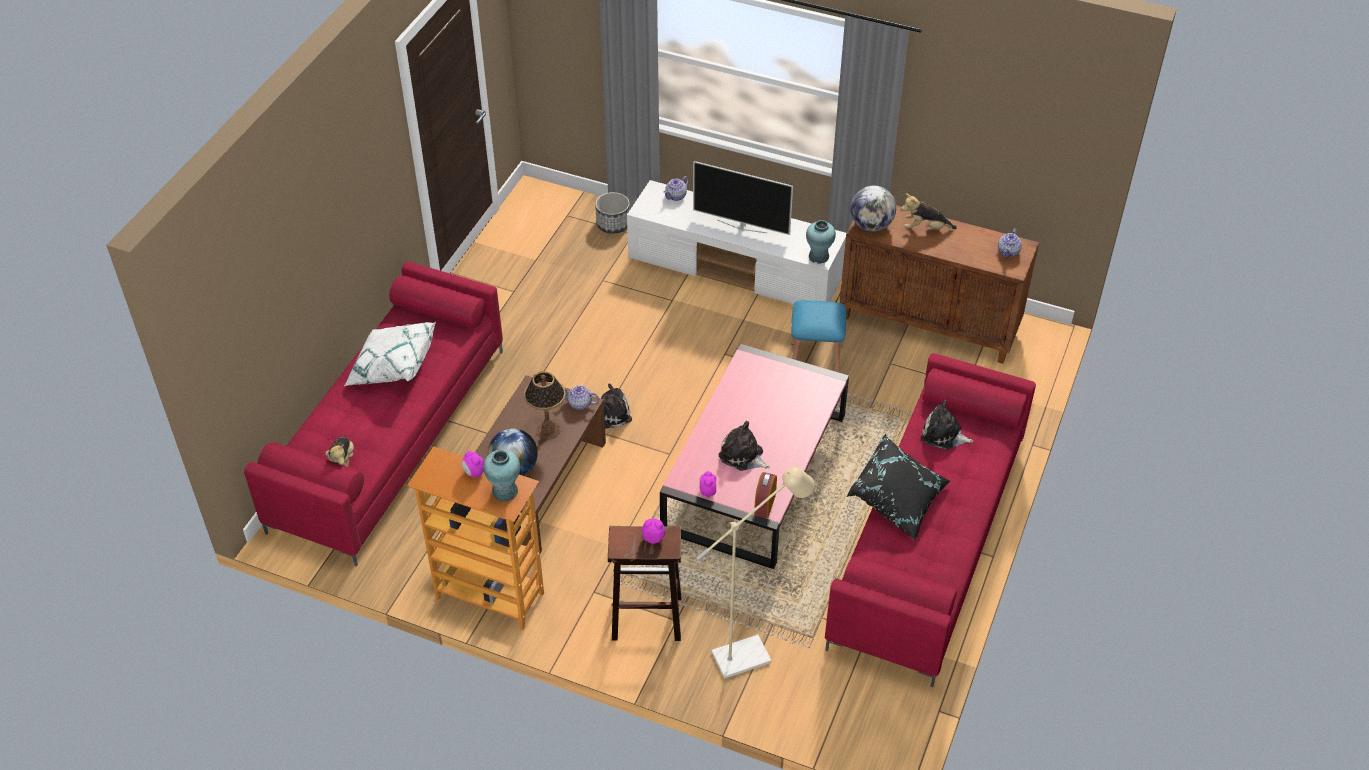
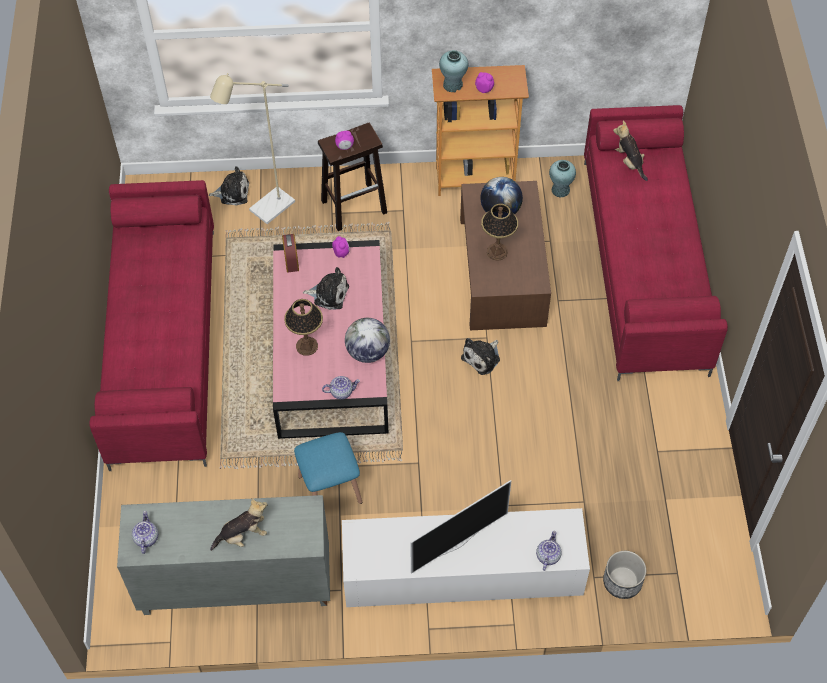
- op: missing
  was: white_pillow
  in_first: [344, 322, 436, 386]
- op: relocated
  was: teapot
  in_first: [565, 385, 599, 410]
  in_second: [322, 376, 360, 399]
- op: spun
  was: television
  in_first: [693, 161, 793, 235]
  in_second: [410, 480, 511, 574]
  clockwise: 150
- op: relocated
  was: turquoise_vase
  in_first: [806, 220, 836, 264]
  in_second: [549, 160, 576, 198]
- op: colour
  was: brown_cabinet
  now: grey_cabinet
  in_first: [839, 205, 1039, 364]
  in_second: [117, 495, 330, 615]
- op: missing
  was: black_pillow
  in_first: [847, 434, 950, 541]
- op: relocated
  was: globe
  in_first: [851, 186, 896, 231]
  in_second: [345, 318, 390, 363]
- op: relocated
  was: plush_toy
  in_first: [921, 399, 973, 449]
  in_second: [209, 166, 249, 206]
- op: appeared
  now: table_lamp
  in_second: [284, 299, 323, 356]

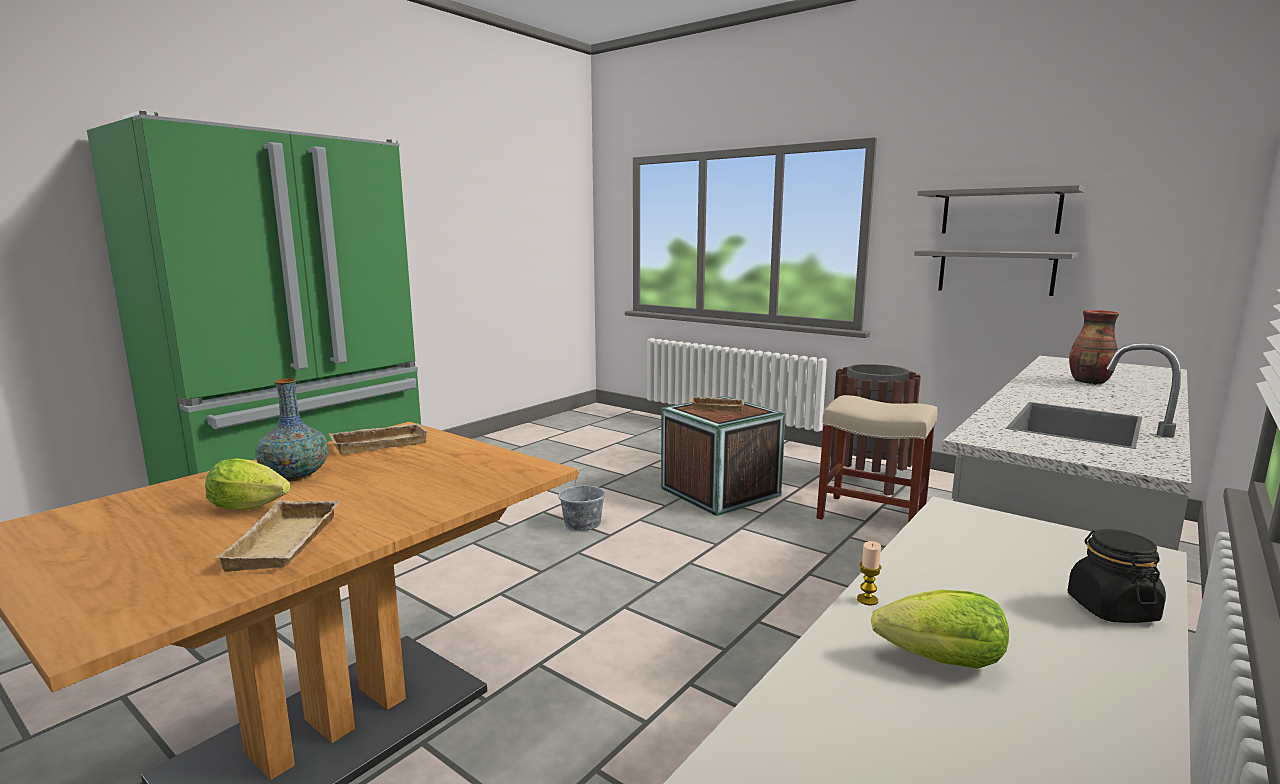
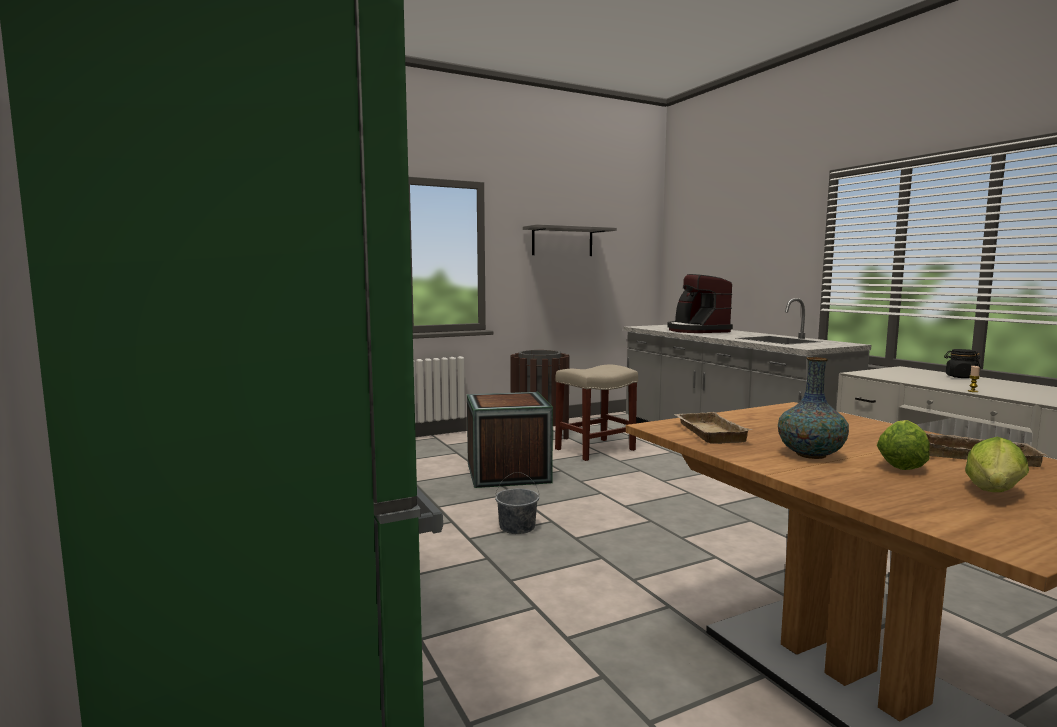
- op: missing
  was: beige_tray
  in_first: [690, 396, 744, 411]
- op: relocated
  was: lettuce
  in_first: [871, 589, 1009, 668]
  in_second: [965, 437, 1029, 492]
- op: missing
  was: grey_shelf
  in_first: [914, 250, 1078, 296]
- op: exchanged
  was: vase
  now: coffee_machine
  in_first: [1069, 310, 1119, 385]
  in_second: [667, 274, 733, 333]

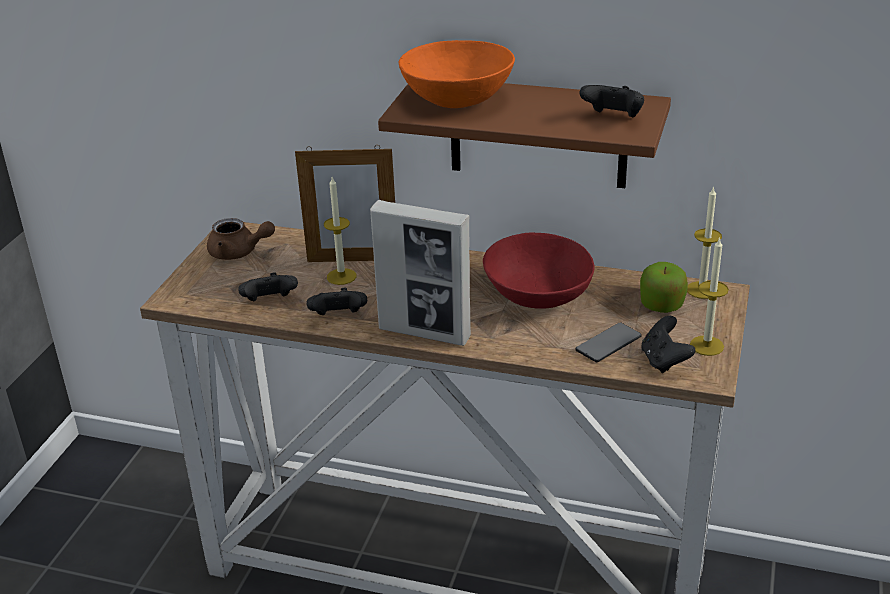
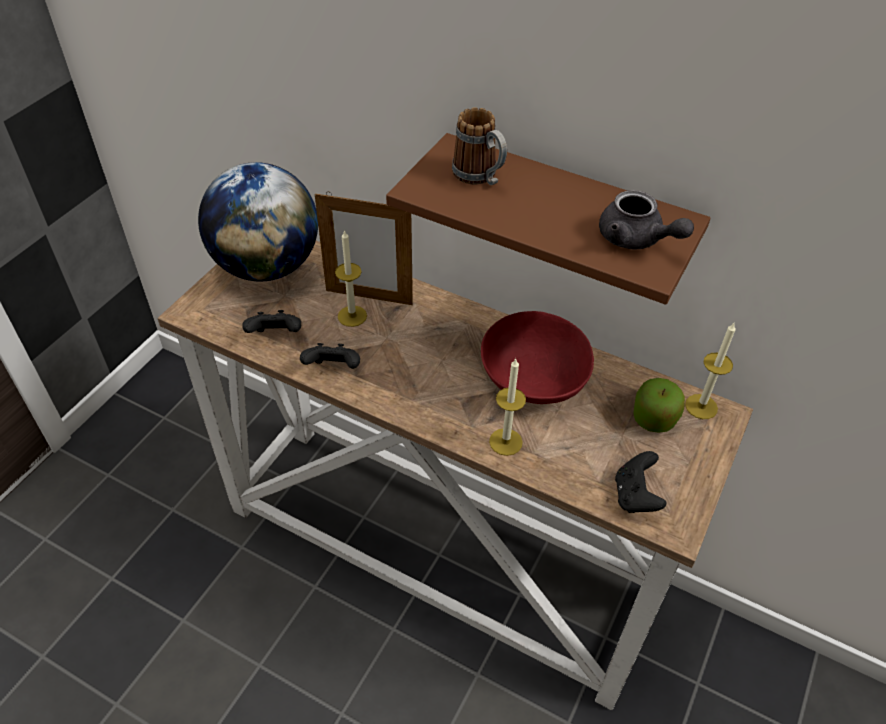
- op: exchanged
  was: brown_teapot
  now: globe
  in_first: [207, 218, 275, 260]
  in_second: [198, 162, 318, 281]
- op: missing
  was: picture_frame
  in_first: [370, 200, 471, 346]
- op: exchanged
  was: orange_bowl
  now: mug
  in_first: [399, 40, 515, 108]
  in_second: [452, 107, 507, 185]
- op: missing
  was: phone
  in_first: [575, 323, 642, 362]
- op: exchanged
  was: black_game_controller
  now: grey_teapot
  in_first: [580, 85, 644, 117]
  in_second: [599, 190, 694, 250]
- op: relocated
  was: candle
  in_first: [690, 237, 729, 356]
  in_second: [489, 359, 526, 456]

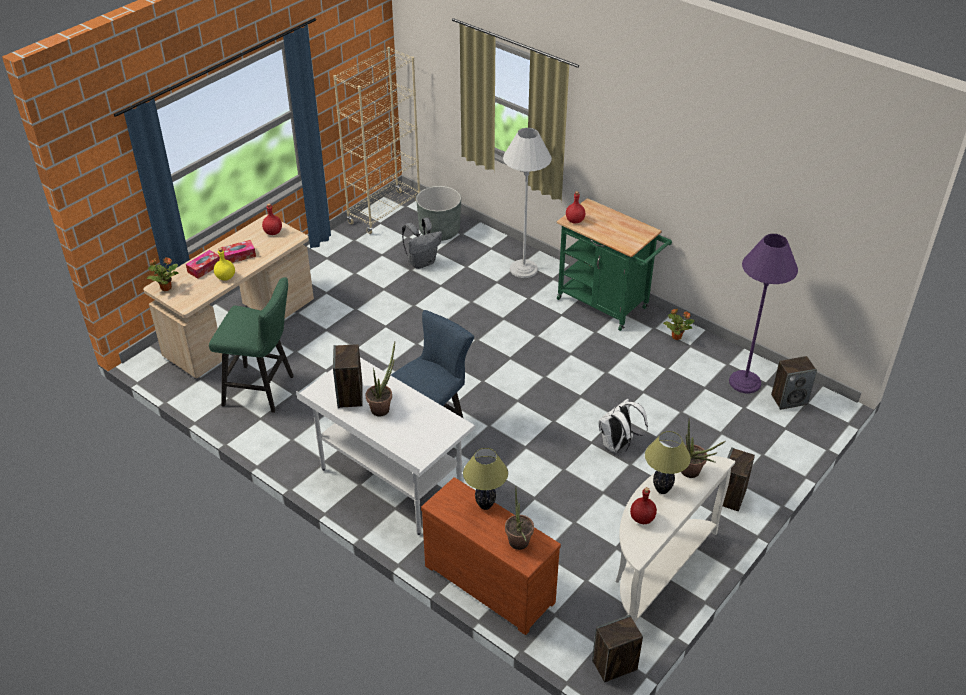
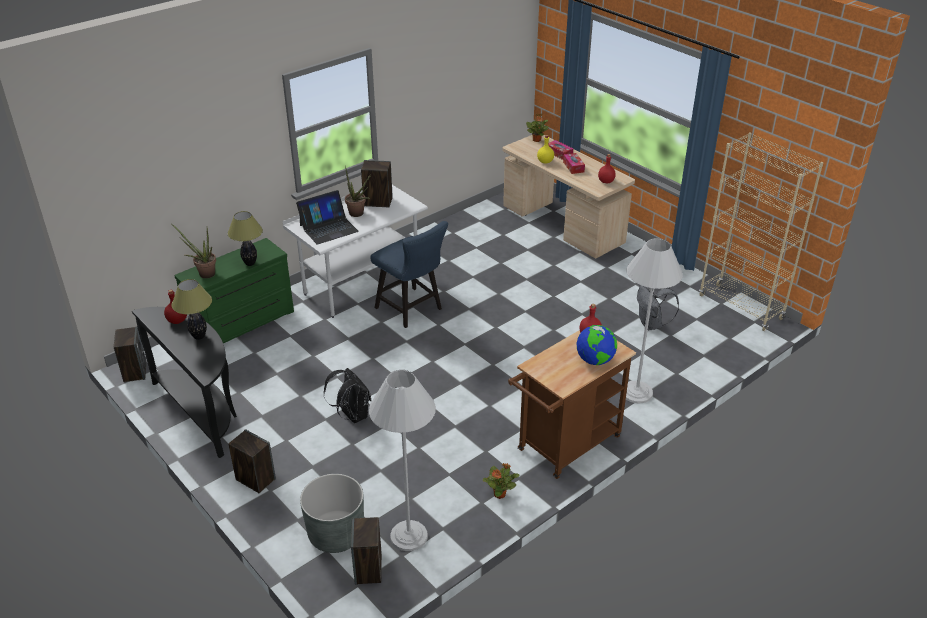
- op: missing
  was: green_stool
  in_first: [209, 277, 294, 413]
- op: relocated
  was: grey_planter
  in_first: [416, 186, 461, 241]
  in_second: [300, 474, 364, 553]
- op: colour
  was: brown_dresser
  now: green_dresser
  in_first: [421, 477, 561, 635]
  in_second: [174, 238, 294, 343]
- op: colour
  was: green_cart
  now: brown_cart
  in_first: [557, 198, 672, 331]
  in_second: [508, 330, 636, 479]
- op: colour
  was: white_backpack
  now: black_backpack
  in_first: [599, 398, 648, 453]
  in_second: [323, 368, 372, 423]
- op: colour
  was: white_console_table
  now: black_console_table
  in_first: [615, 456, 735, 624]
  in_second: [132, 307, 237, 458]
- op: missing
  was: potted_plant
  in_first: [681, 420, 726, 478]
- op: colour
  was: purple_floor_lamp
  now: white_floor_lamp
  in_first: [729, 234, 798, 393]
  in_second: [369, 370, 436, 551]
- op: appeared
  now: laptop
  in_second: [296, 190, 359, 245]
- op: appeared
  now: globe
  in_second: [577, 325, 617, 365]

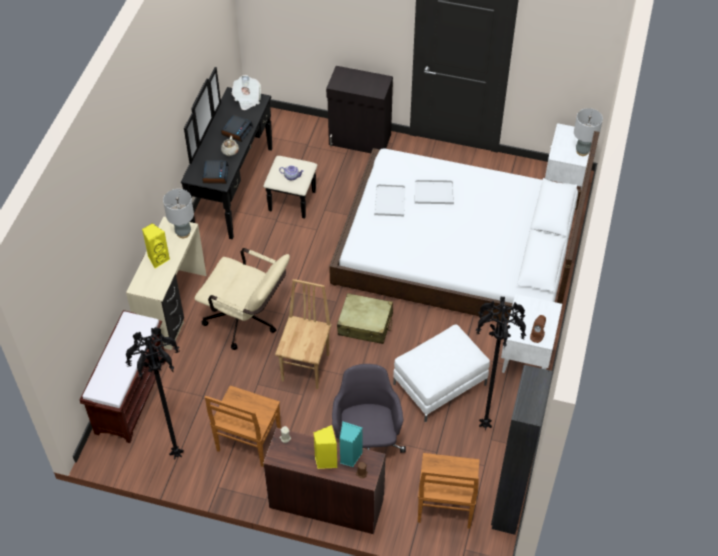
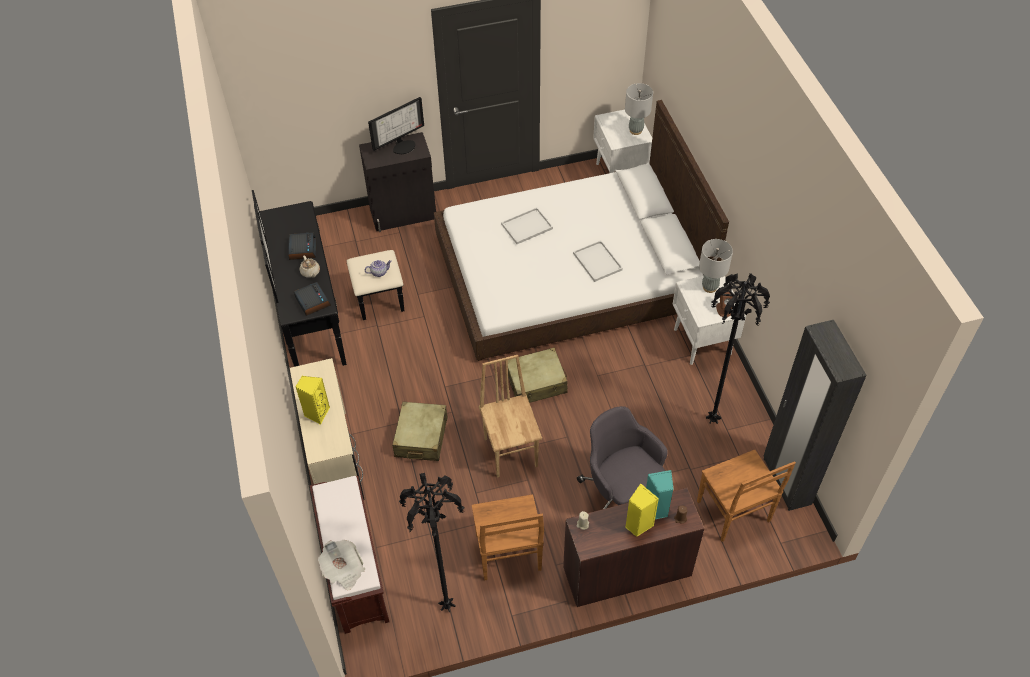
- op: relocated
  was: grey_table_lamp
  in_first: [163, 189, 194, 238]
  in_second: [699, 239, 733, 293]
- op: exchanged
  was: beige_office_chair
  now: beige_suitcase
  in_first: [194, 248, 290, 350]
  in_second: [392, 402, 448, 461]
- op: relocated
  was: newspaper
  in_first: [232, 75, 261, 110]
  in_second: [318, 540, 365, 590]
- op: relocated
  was: white_tray
  in_first: [374, 184, 406, 216]
  in_second: [573, 240, 623, 282]
- op: missing
  was: white_ottoman
  in_first: [393, 324, 490, 422]
- op: appeared
  now: monitor
  in_second: [368, 97, 424, 154]

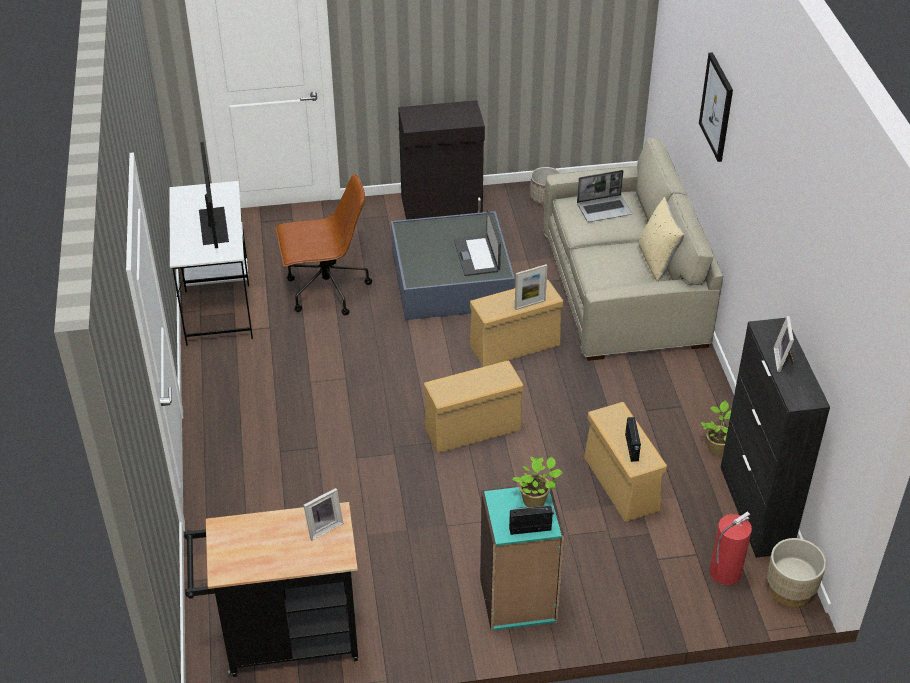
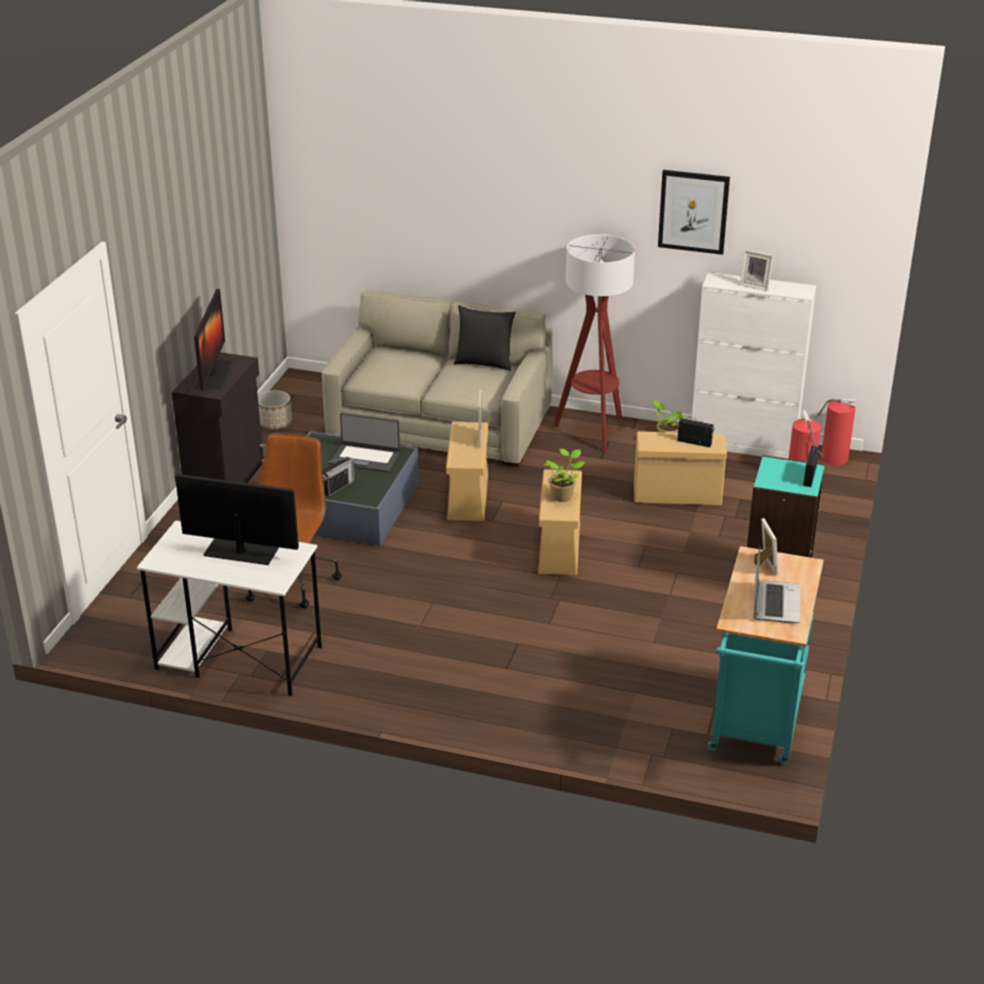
- op: colour
  was: black_cart
  now: turquoise_cart
  in_first: [184, 502, 358, 677]
  in_second: [707, 546, 824, 764]
- op: relocated
  was: potted_plant
  in_first: [512, 457, 563, 508]
  in_second: [543, 449, 585, 502]
- op: relocated
  was: laptop
  in_first: [577, 170, 632, 222]
  in_second: [754, 547, 801, 623]
- op: colour
  was: beige_pillow
  now: black_pillow
  in_first: [639, 197, 684, 282]
  in_second: [454, 306, 516, 371]
- op: relocated
  was: picture
  in_first: [699, 52, 733, 162]
  in_second: [658, 170, 730, 255]
- op: colour
  was: black_cabinet
  now: white_cabinet
  in_first: [721, 318, 830, 558]
  in_second: [692, 272, 816, 459]
- op: exchanged
  was: beige_planter
  now: fire_extinguisher
  in_first: [767, 538, 826, 607]
  in_second: [814, 399, 856, 465]
- op: appeared
  now: monitor
  in_second: [194, 289, 233, 390]
- op: appeared
  now: radio
  in_second: [322, 457, 356, 497]
- op: appeared
  now: floor_lamp
  in_second: [553, 234, 635, 453]

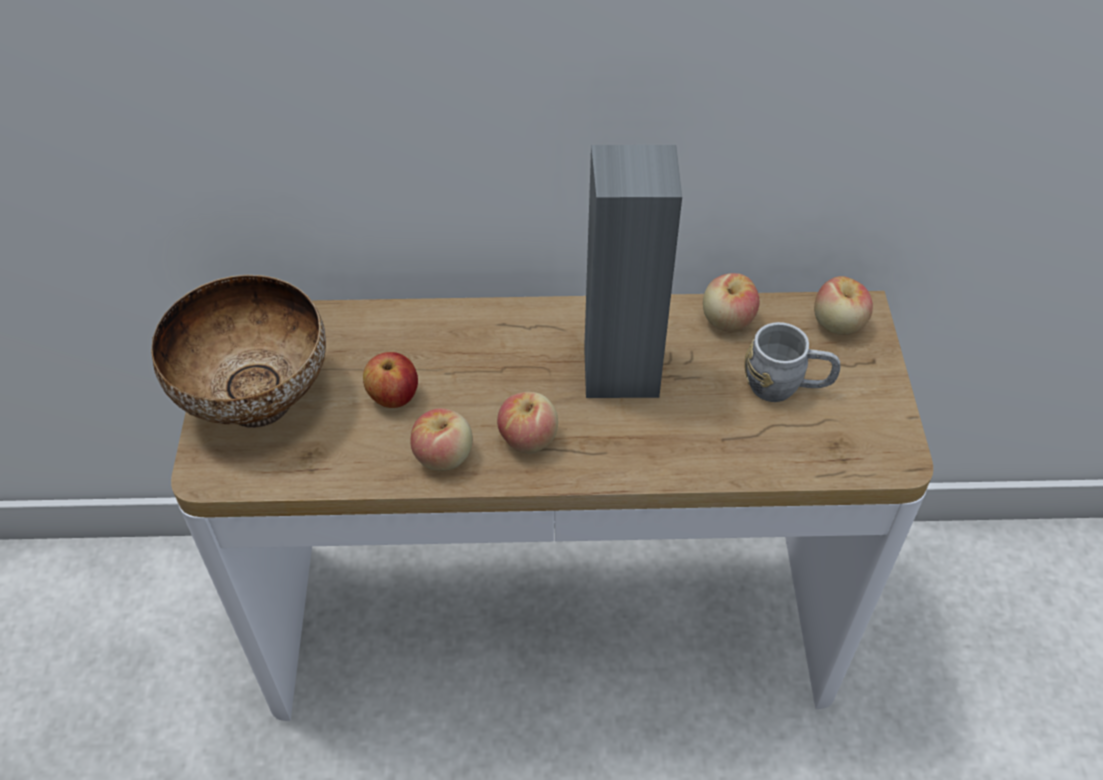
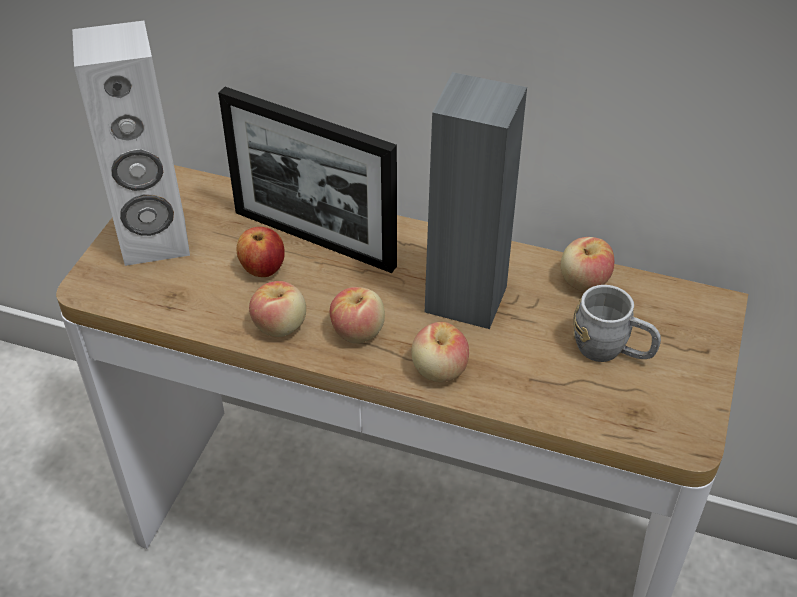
- op: exchanged
  was: bowl
  now: white_speaker
  in_first: [151, 275, 326, 428]
  in_second: [72, 21, 190, 266]
- op: relocated
  was: apple
  in_first: [814, 276, 873, 335]
  in_second: [411, 322, 469, 382]
- op: appeared
  now: picture_frame
  in_second: [218, 87, 397, 273]

